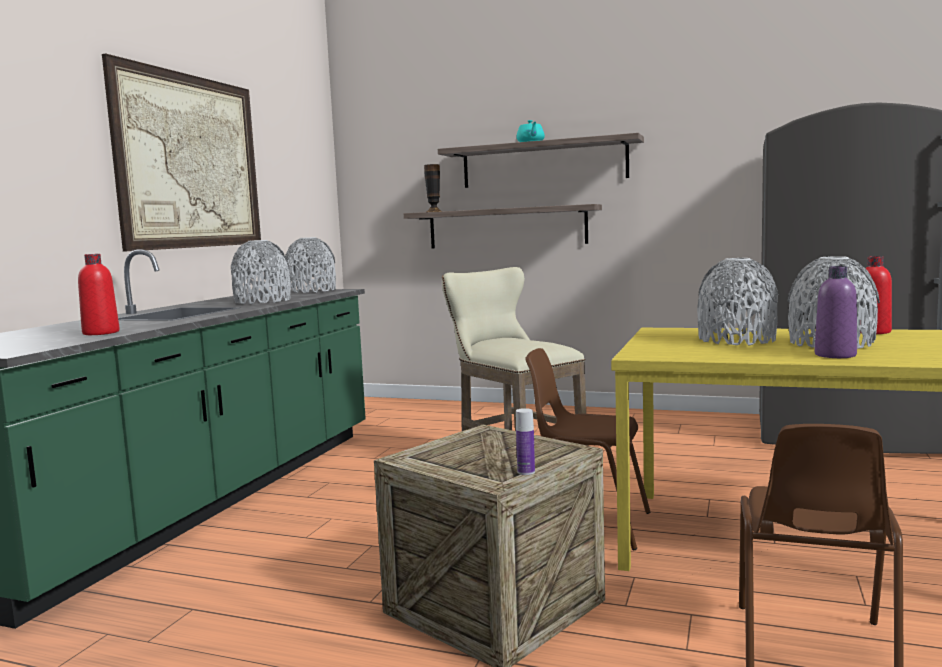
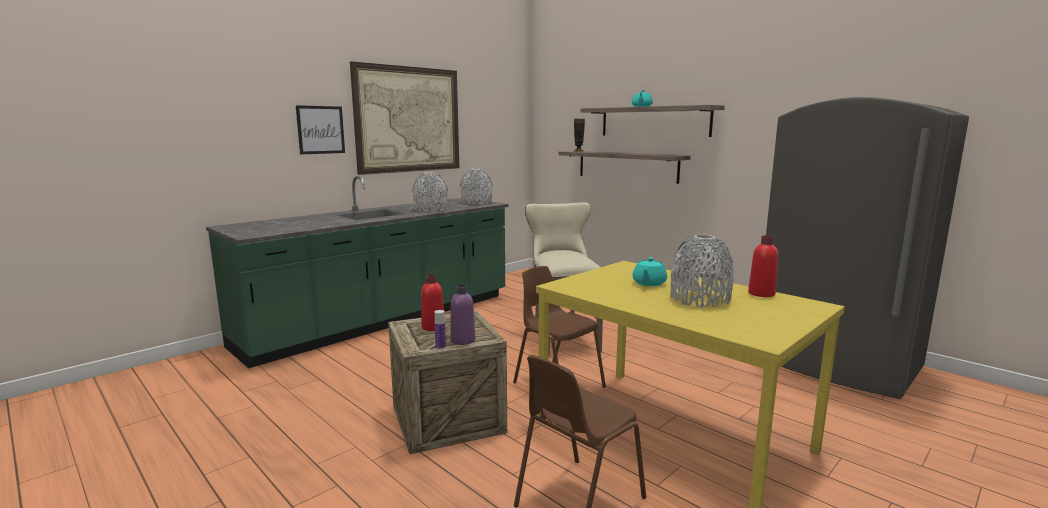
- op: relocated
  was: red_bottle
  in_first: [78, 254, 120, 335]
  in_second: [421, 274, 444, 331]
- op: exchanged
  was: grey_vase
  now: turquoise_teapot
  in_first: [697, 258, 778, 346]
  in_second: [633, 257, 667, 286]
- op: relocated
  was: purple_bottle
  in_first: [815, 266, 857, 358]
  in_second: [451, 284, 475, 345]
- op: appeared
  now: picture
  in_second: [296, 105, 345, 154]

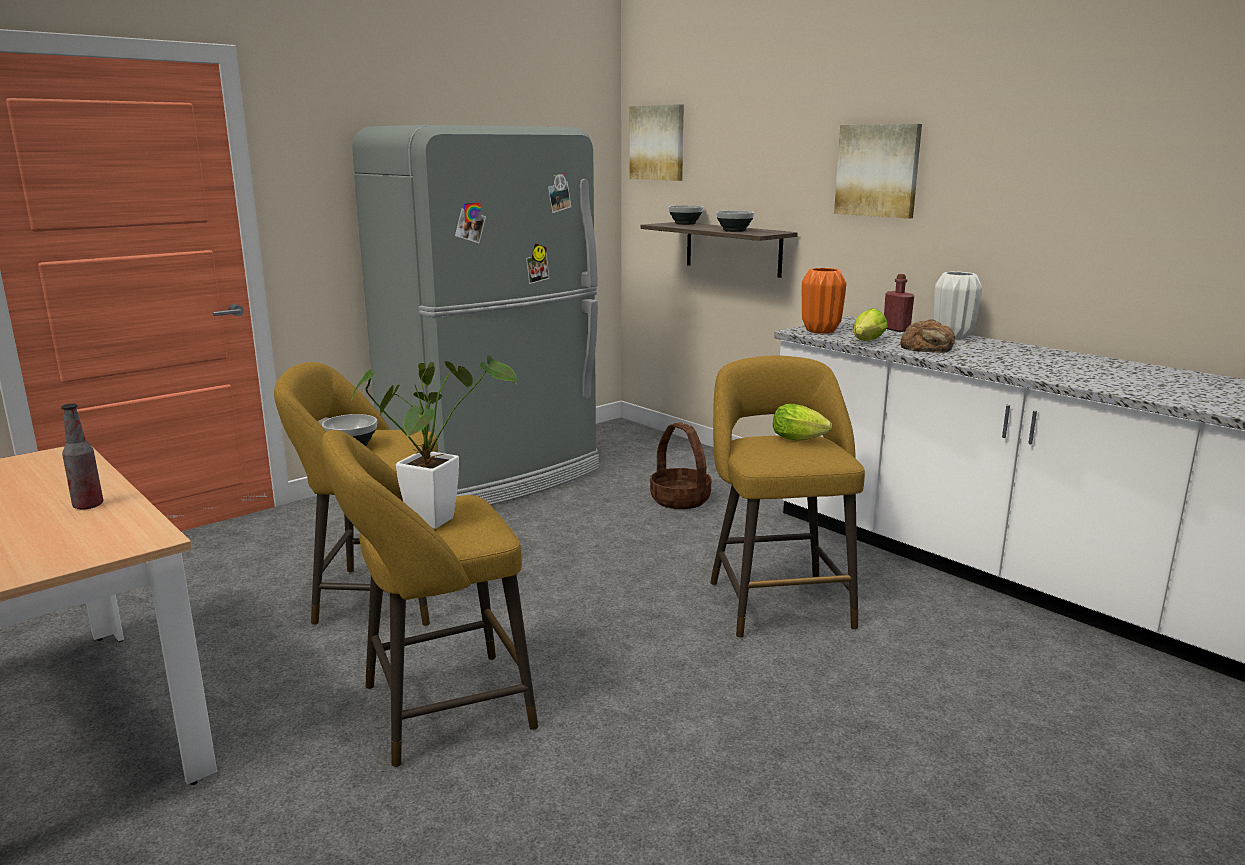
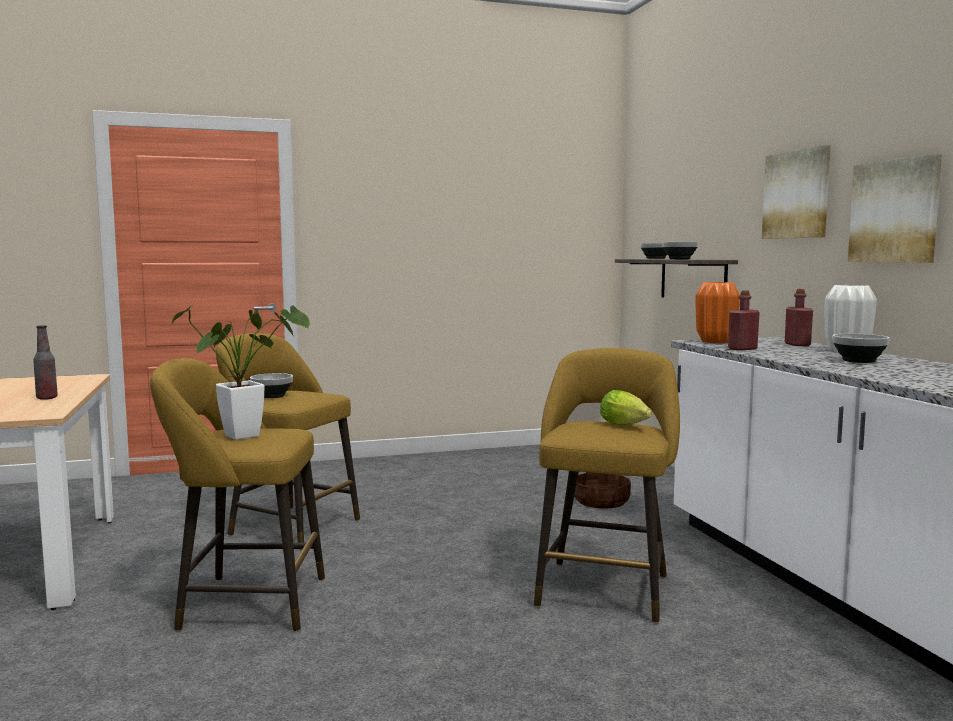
- op: missing
  was: grey_fridge
  in_first: [352, 125, 599, 505]
- op: relocated
  was: picture
  in_first: [629, 104, 684, 181]
  in_second: [848, 154, 942, 263]
- op: exchanged
  was: lettuce
  now: red_bottle
  in_first: [853, 308, 888, 341]
  in_second: [728, 290, 760, 351]
- op: missing
  was: bread
  in_first: [900, 319, 955, 353]
- op: appeared
  now: bowl
  in_second: [832, 334, 890, 363]

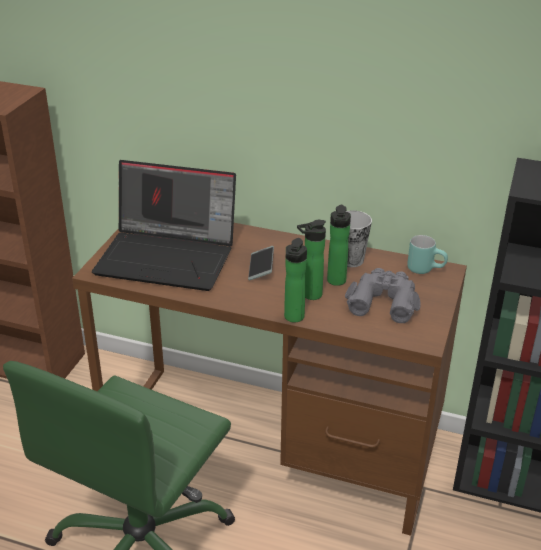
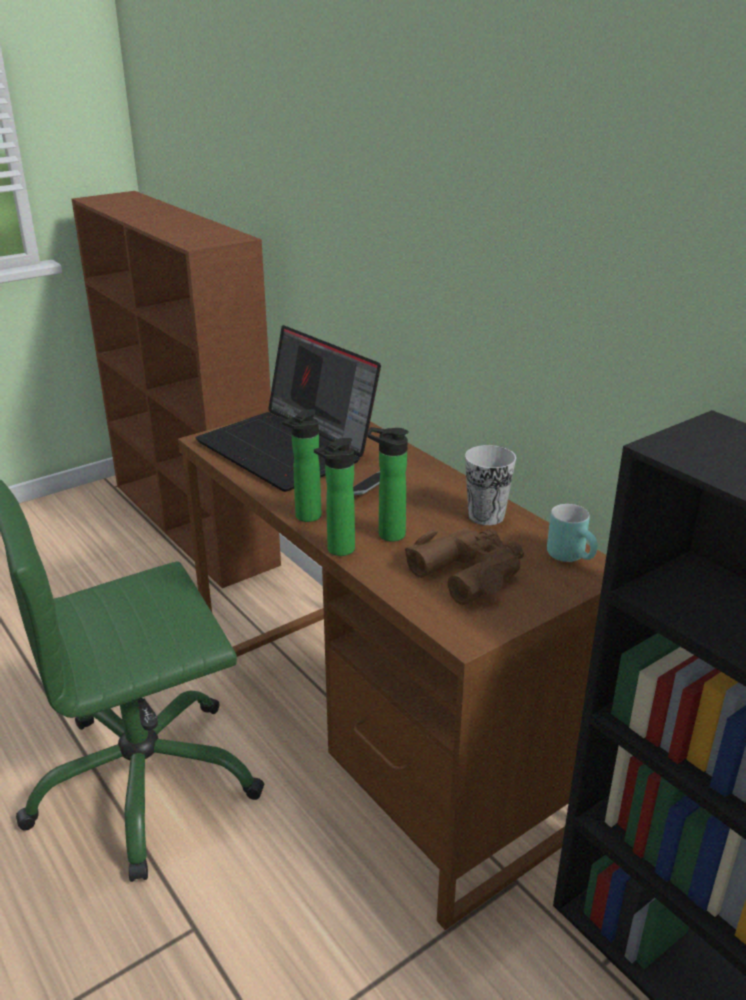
- op: relocated
  was: bottle
  in_first: [327, 205, 351, 286]
  in_second: [282, 409, 321, 522]
- op: colour
  was: grey_binoculars
  now: brown_binoculars
  in_first: [345, 268, 421, 323]
  in_second: [405, 528, 524, 605]

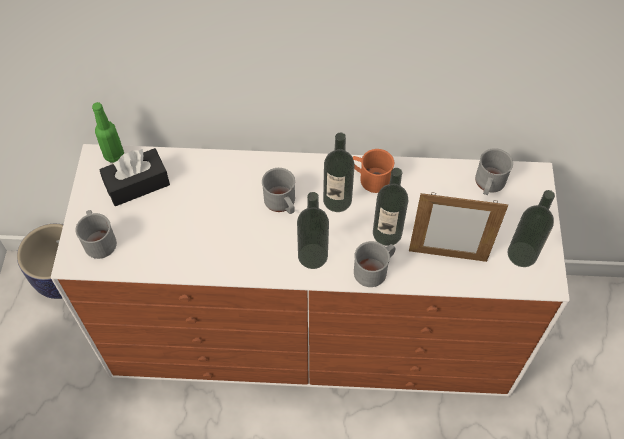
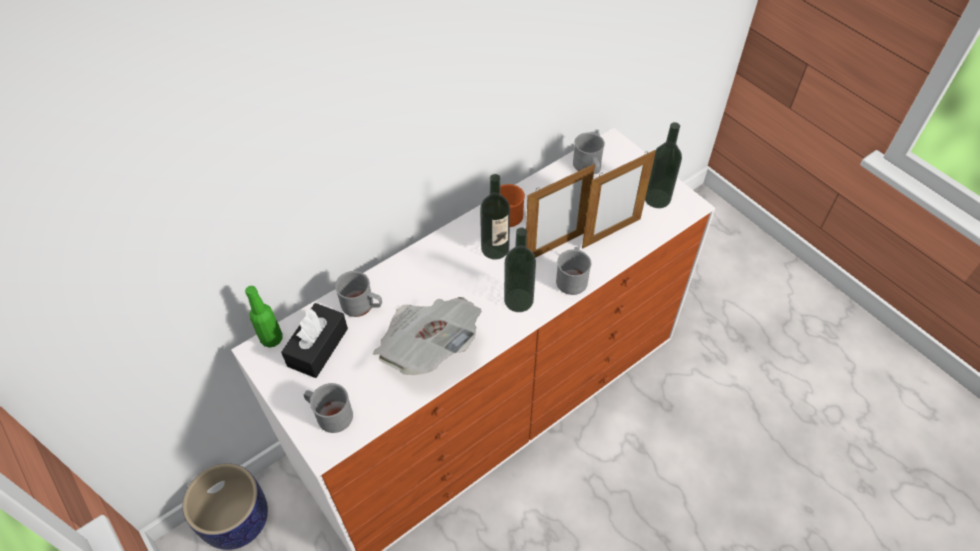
- op: relocated
  was: grey_mug
  in_first: [262, 168, 295, 214]
  in_second: [335, 271, 382, 317]
- op: exchanged
  was: bottle
  now: picture_frame
  in_first: [373, 168, 408, 246]
  in_second: [526, 164, 595, 258]
- op: appeared
  now: newspaper
  in_second: [373, 297, 482, 375]

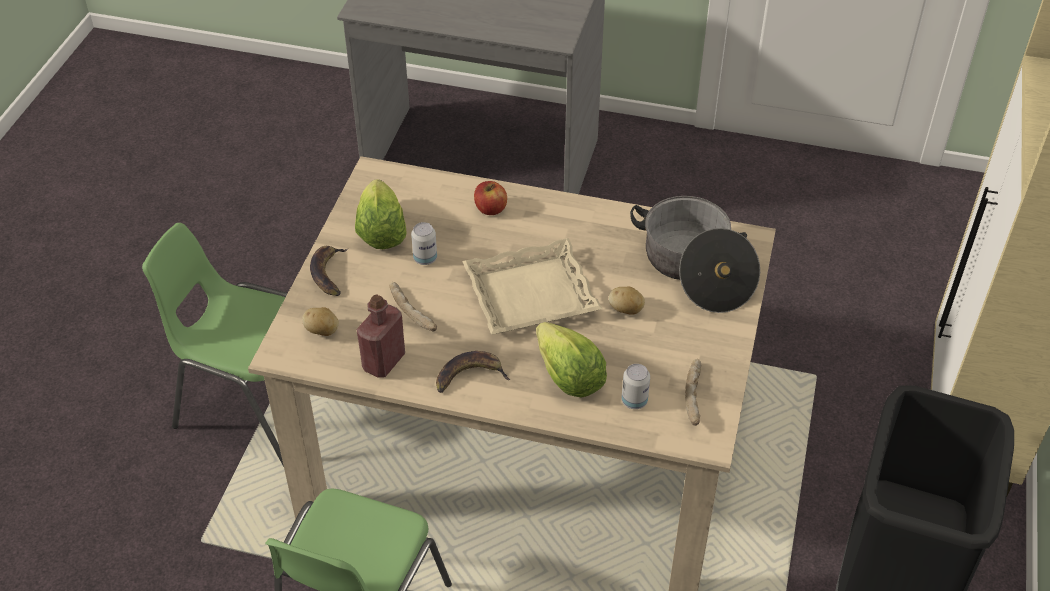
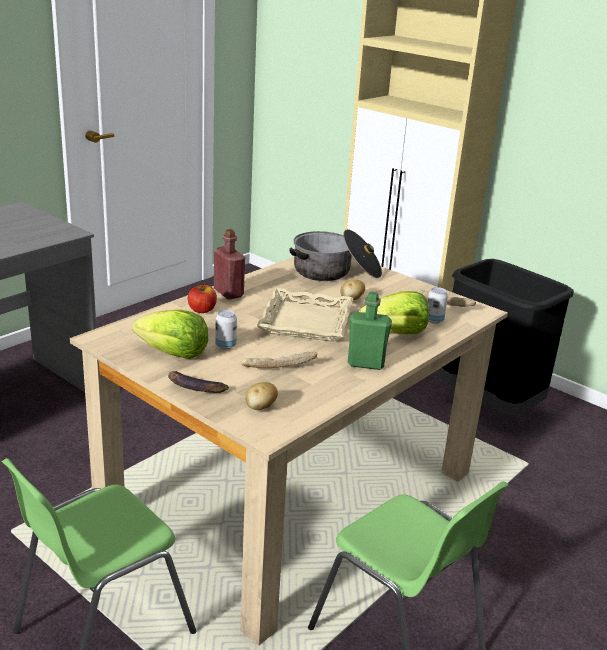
- op: relocated
  was: red_bottle
  in_first: [356, 294, 405, 378]
  in_second: [214, 229, 245, 300]
- op: exchanged
  was: banana
  now: green_bottle
  in_first: [436, 351, 510, 393]
  in_second: [348, 292, 392, 370]

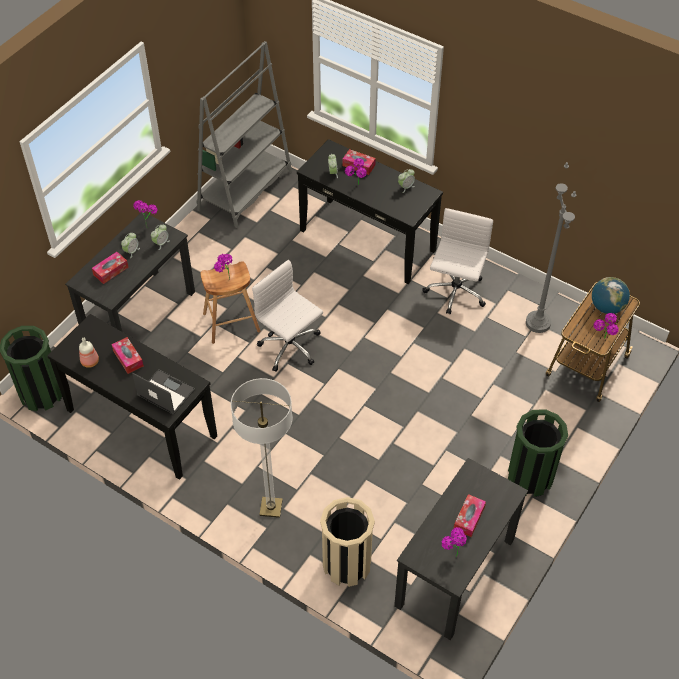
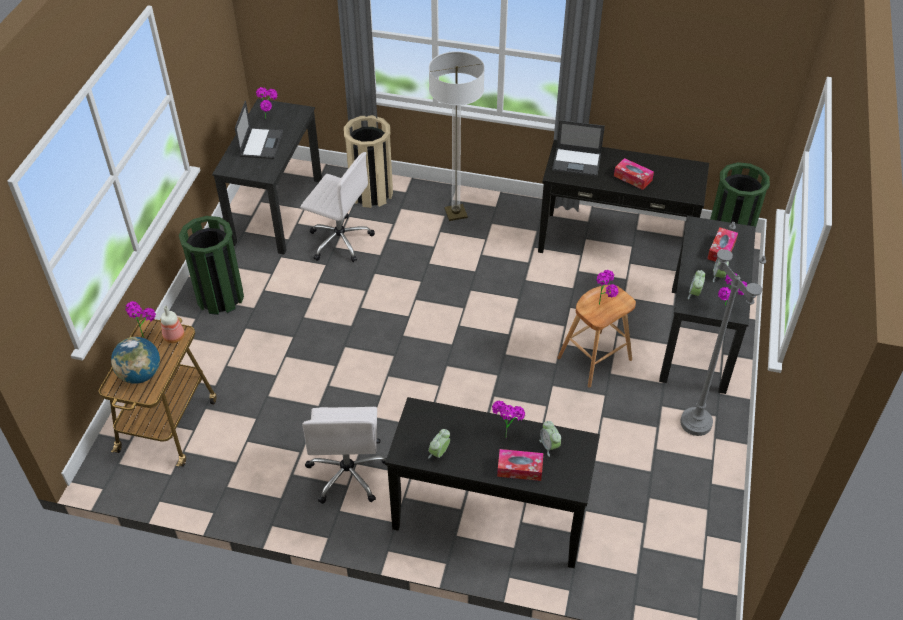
- op: relocated
  was: bottle
  in_first: [79, 338, 99, 368]
  in_second: [161, 306, 185, 343]
- op: missing
  was: grey_bookcase
  in_first: [197, 41, 292, 228]
- op: relocated
  was: white_office_chair
  in_first: [252, 260, 323, 372]
  in_second: [300, 152, 375, 262]
- op: exchanged
  was: tissue_box
  now: laptop
  in_first: [454, 494, 486, 537]
  in_second: [235, 101, 283, 159]
- op: relocated
  was: grey_floor_lamp
  in_first: [526, 162, 576, 333]
  in_second: [680, 222, 766, 436]

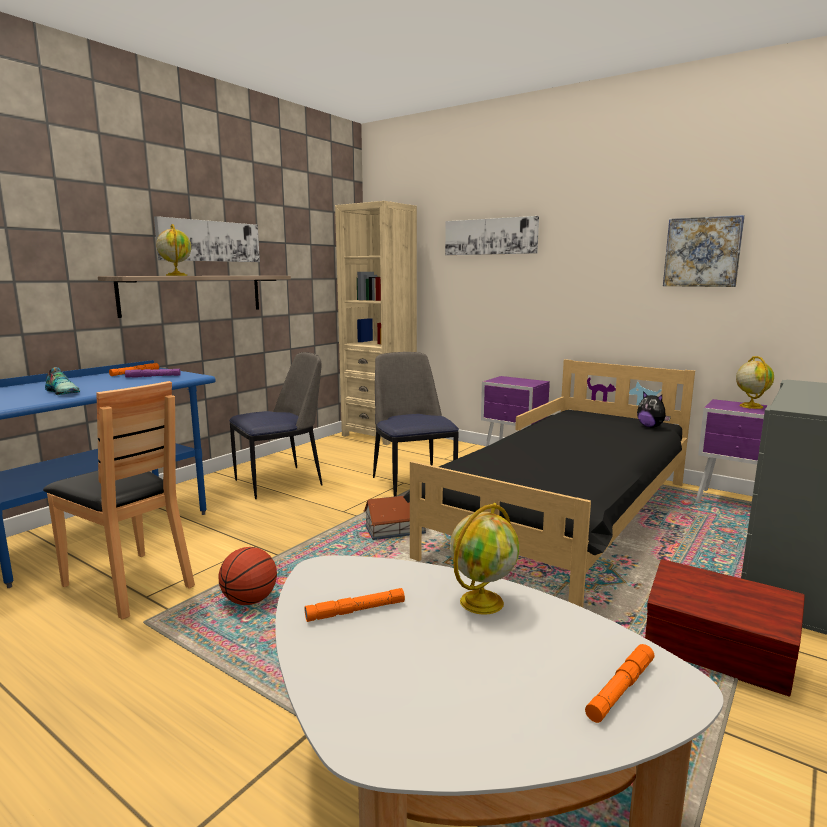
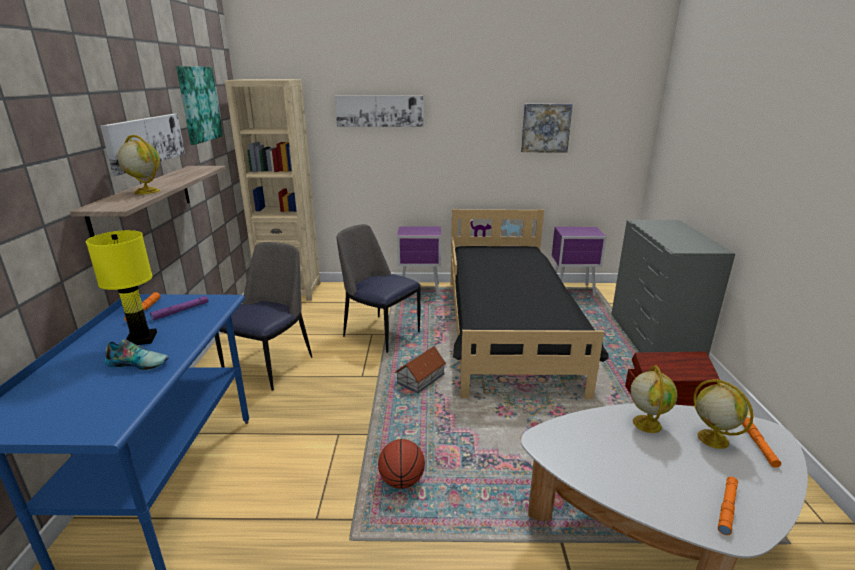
- op: missing
  was: brown_chair
  in_first: [43, 381, 195, 620]
- op: relocated
  was: orange_flashlight
  in_first: [305, 588, 405, 622]
  in_second: [718, 477, 738, 535]
- op: missing
  was: plush_toy
  in_first: [637, 391, 671, 427]
- op: relocated
  was: globe
  in_first: [736, 356, 774, 409]
  in_second: [693, 379, 754, 449]
- op: appeared
  now: yellow_table_lamp
  in_second: [86, 230, 157, 345]
- op: appeared
  now: picture
  in_second: [176, 66, 223, 145]

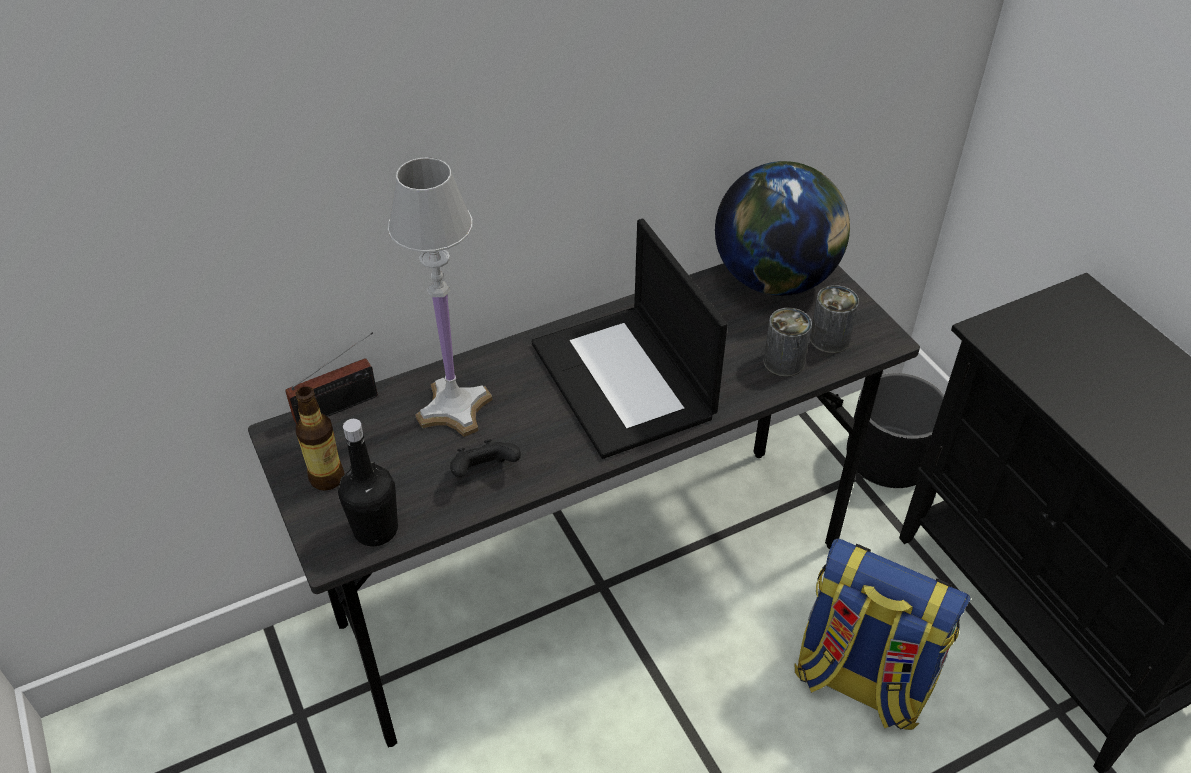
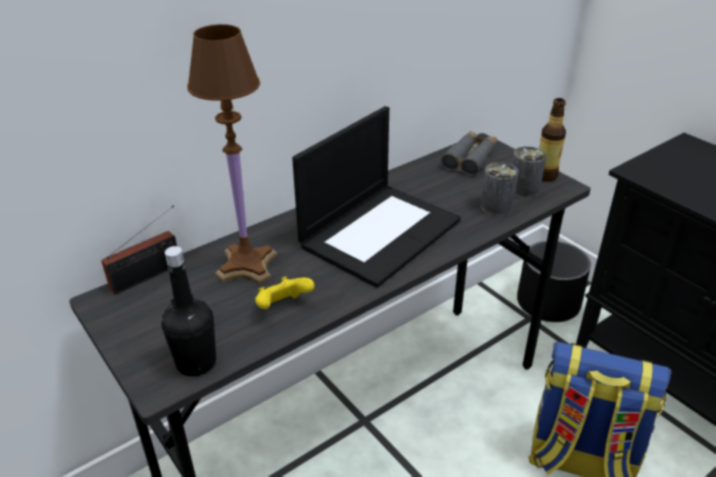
- op: relocated
  was: bottle
  in_first: [296, 386, 345, 491]
  in_second: [539, 98, 566, 181]
- op: colour
  was: white_table_lamp
  now: brown_table_lamp
  in_first: [388, 158, 493, 437]
  in_second: [187, 24, 278, 284]
- op: colour
  was: black_game_controller
  now: yellow_game_controller
  in_first: [450, 439, 521, 478]
  in_second: [255, 277, 315, 309]
- op: spun
  was: laptop
  in_first: [532, 219, 727, 459]
  in_second: [292, 106, 461, 288]
  clockwise: -105
- op: exchanged
  was: globe
  now: grey_binoculars
  in_first: [715, 161, 850, 296]
  in_second: [441, 131, 497, 176]

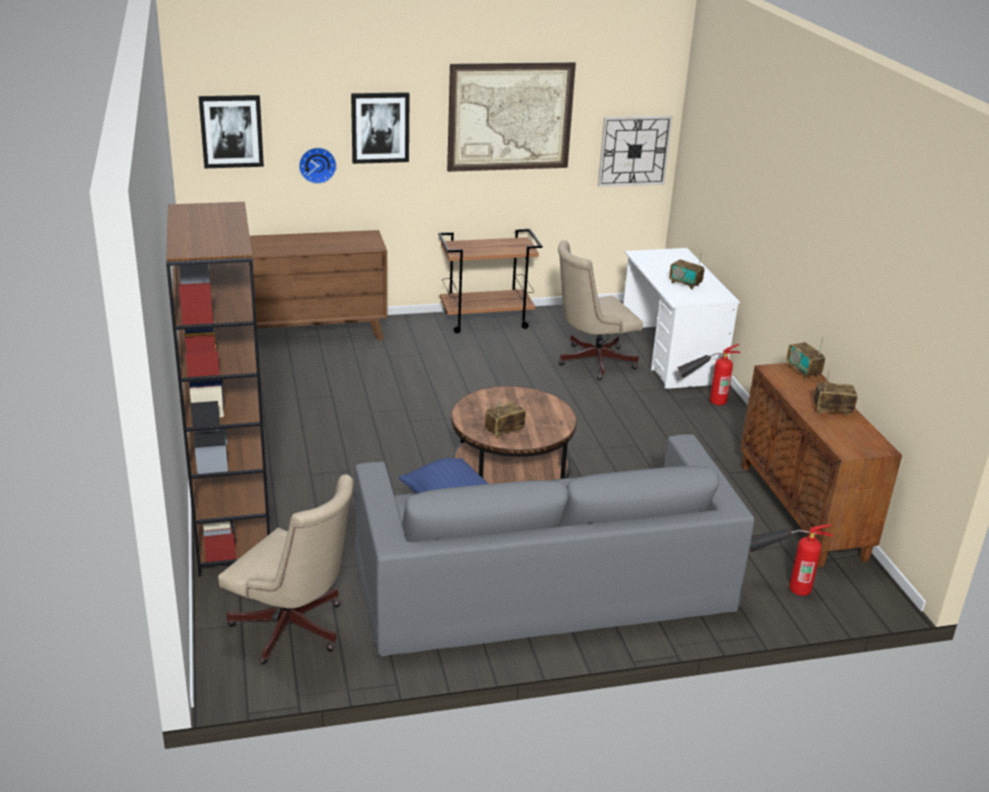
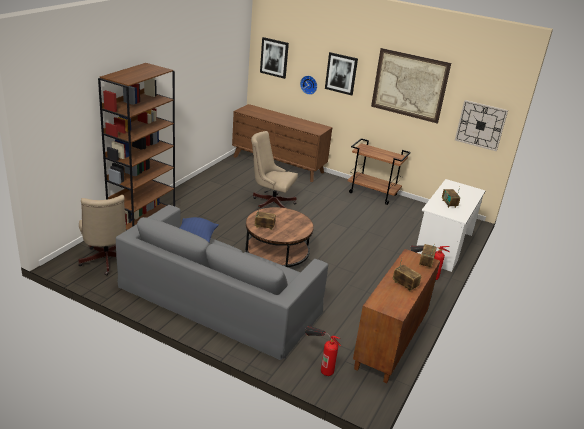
- op: relocated
  was: beige_office_chair
  in_first: [558, 240, 643, 380]
  in_second: [251, 131, 298, 210]

